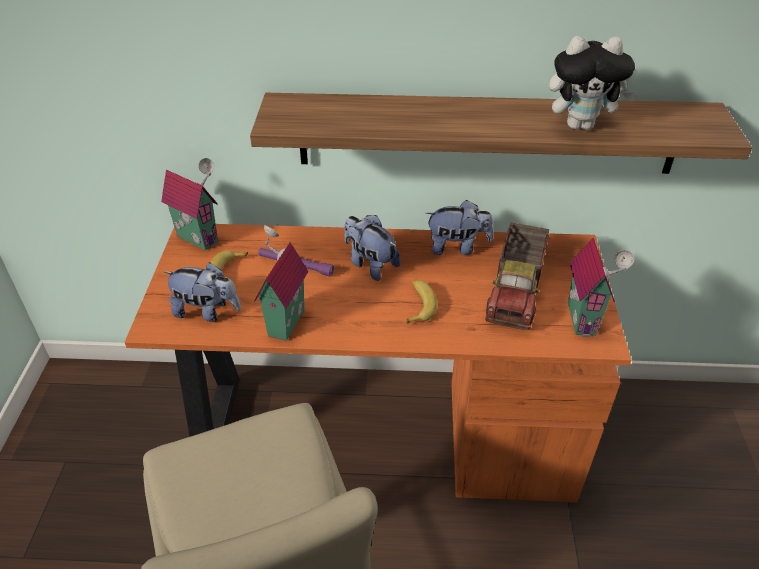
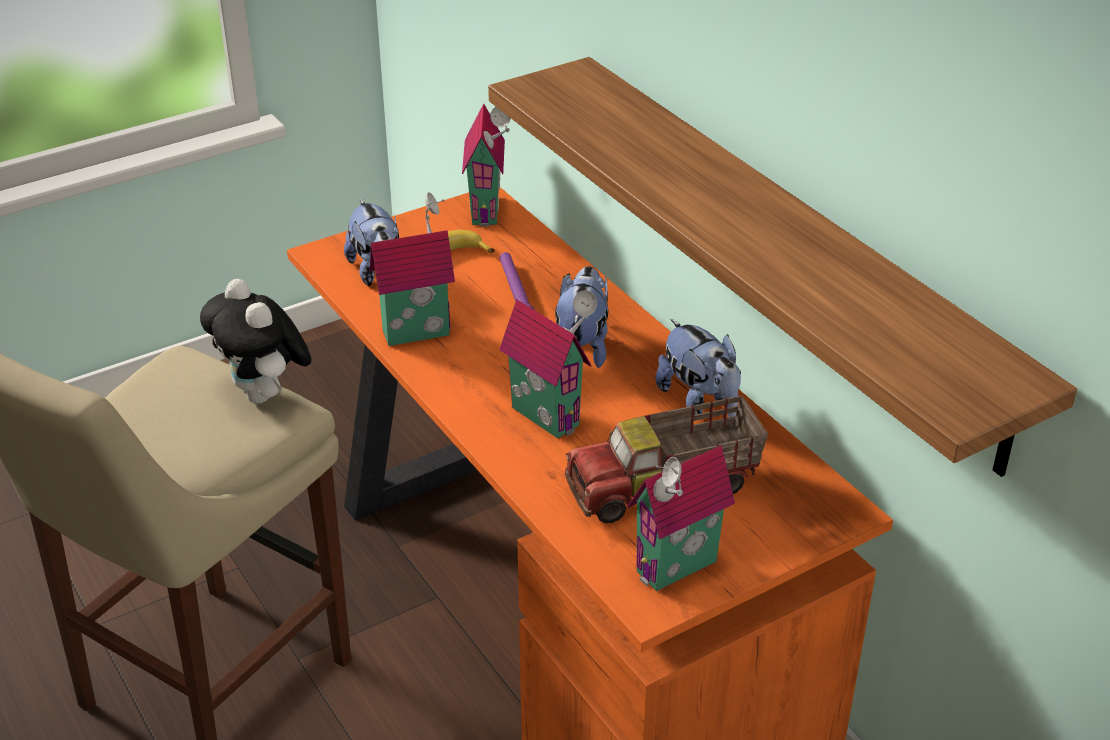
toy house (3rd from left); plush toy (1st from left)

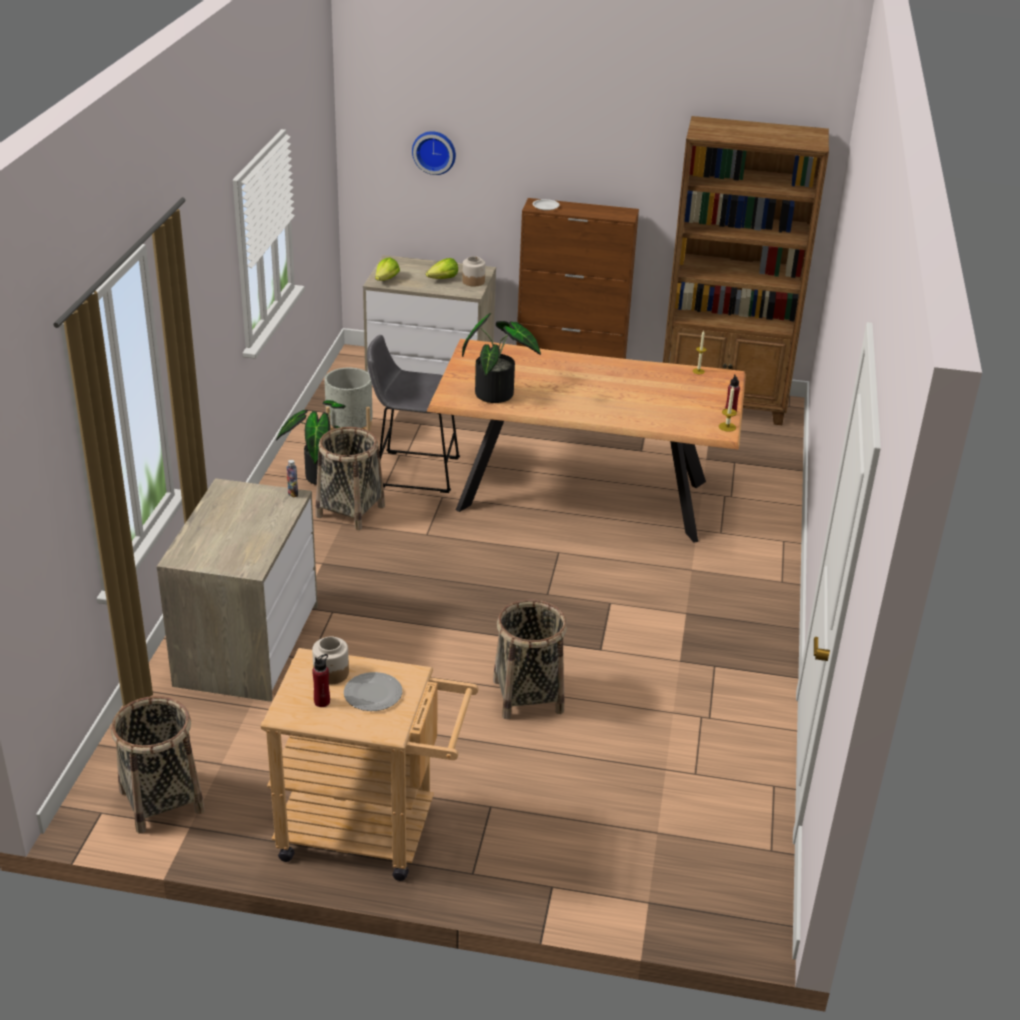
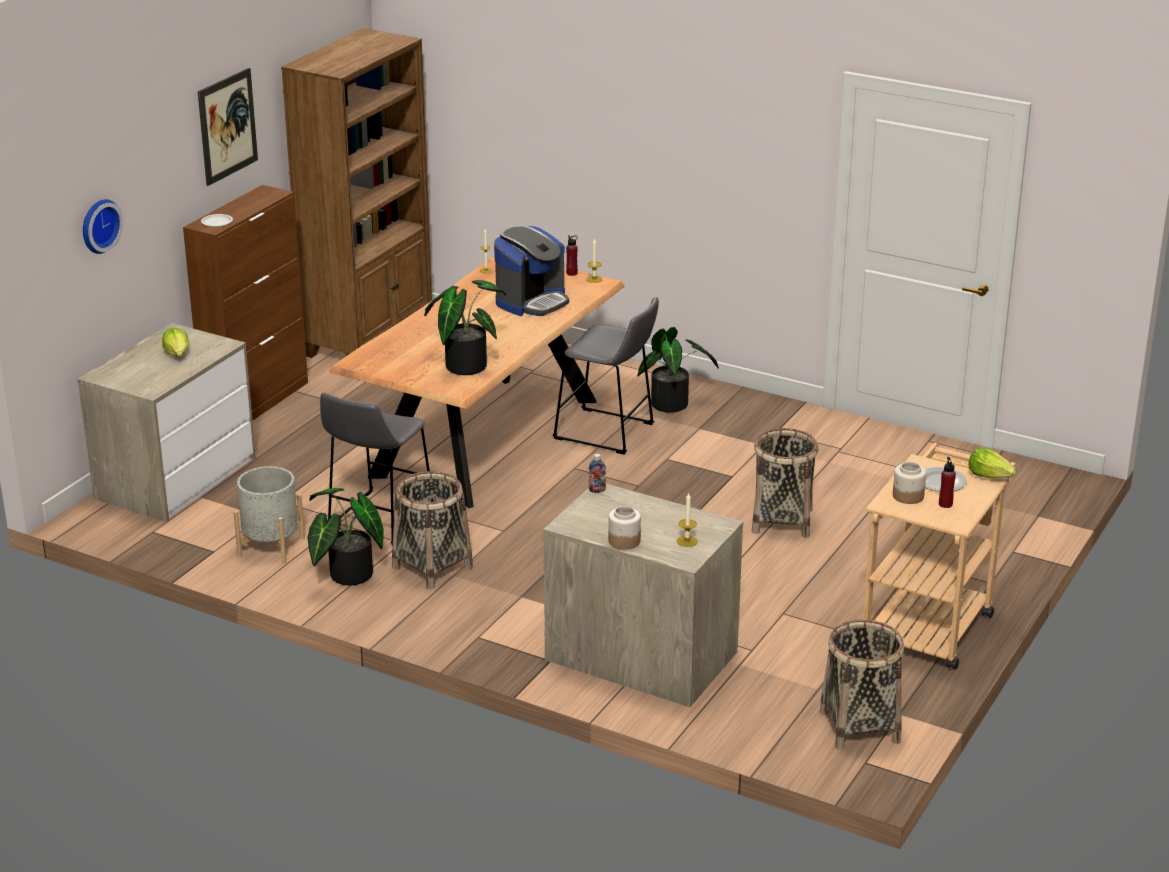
lettuce (2nd from left); jar (1st from left); picture; coffee machine; grey stool (2nd from left); potted plant (3rd from left); candle (3rd from left)

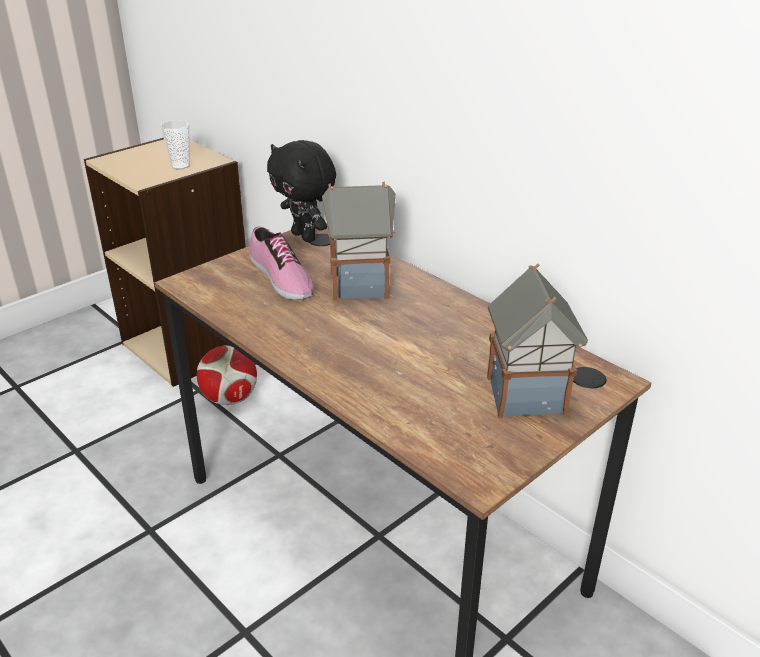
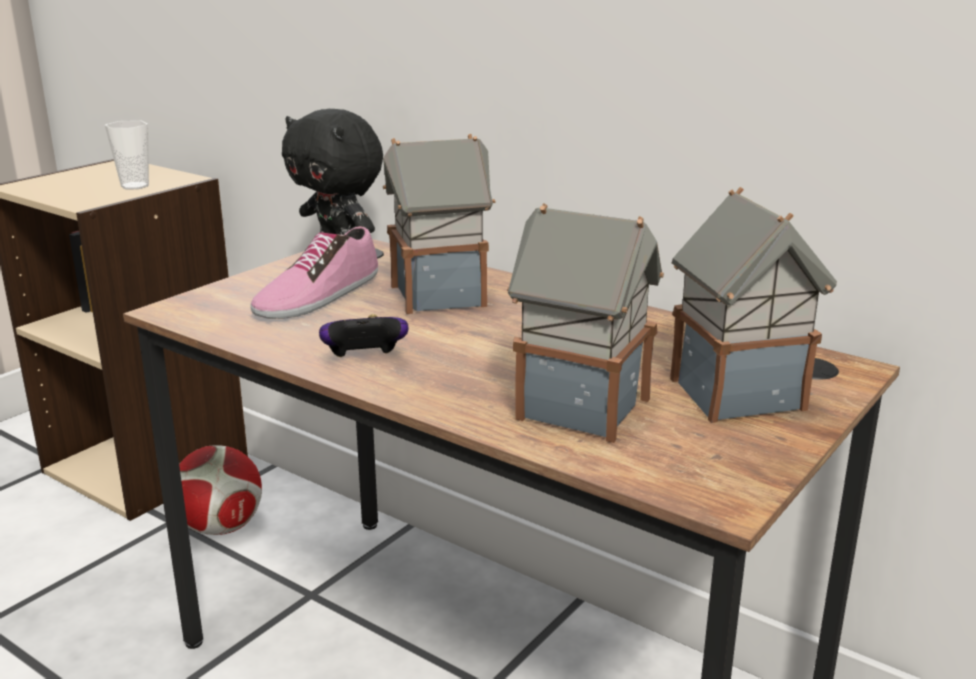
shoe; game controller; toy house (2nd from left)

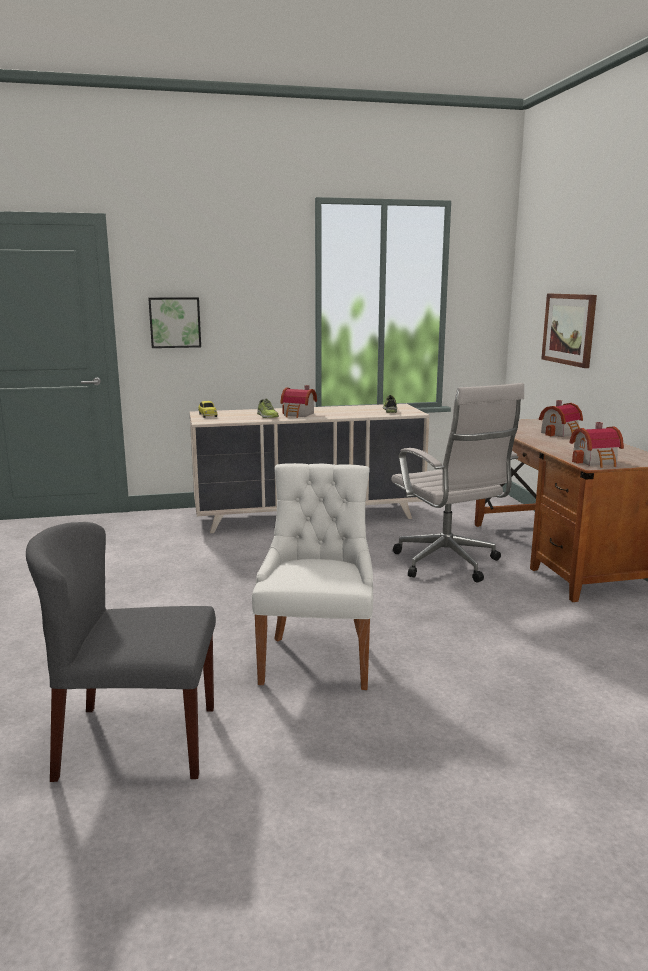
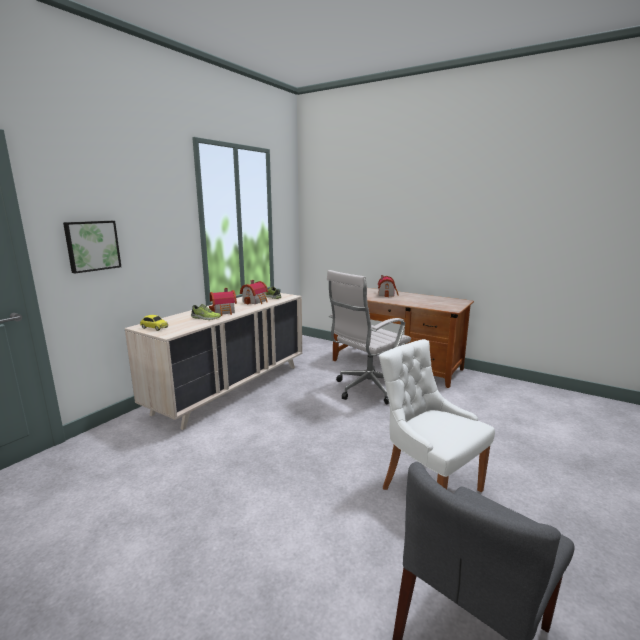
white office chair; picture (2nd from left in the first image); toy house (2nd from left)

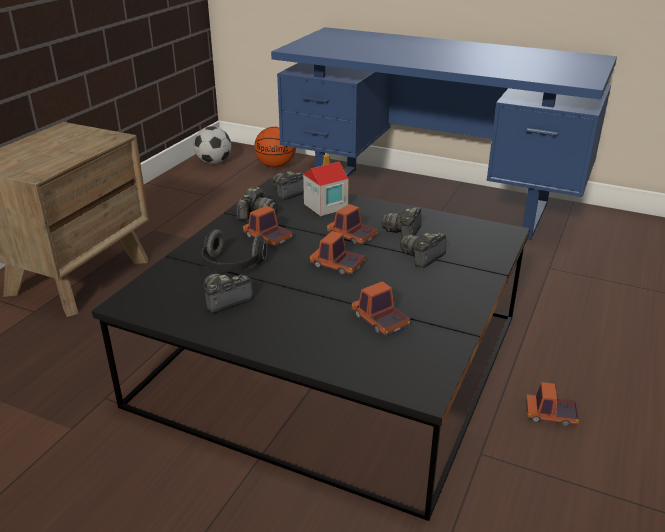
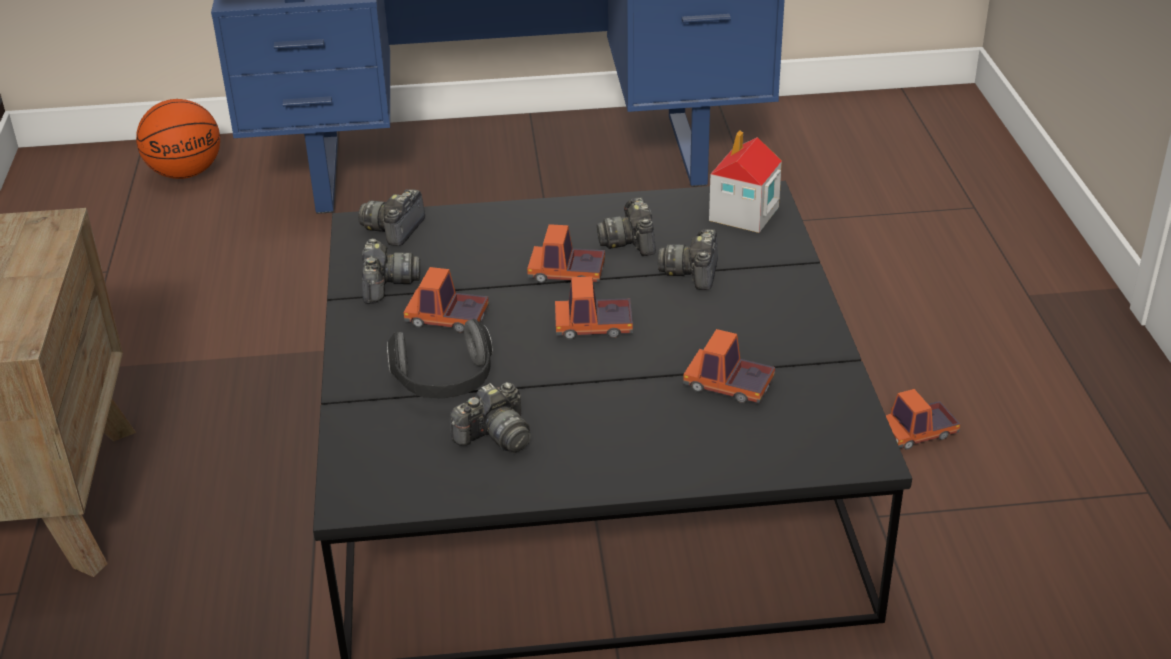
football; photo camera (3rd from left); toy house

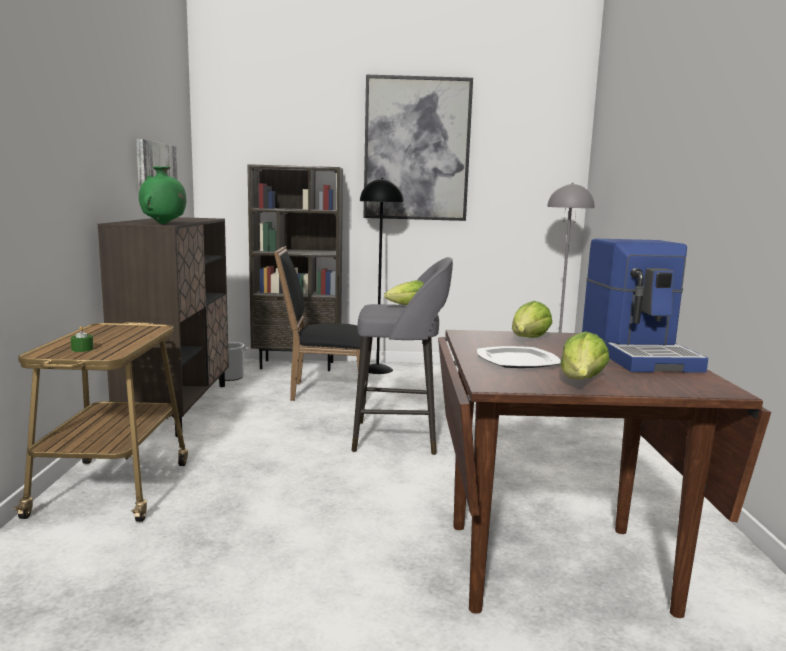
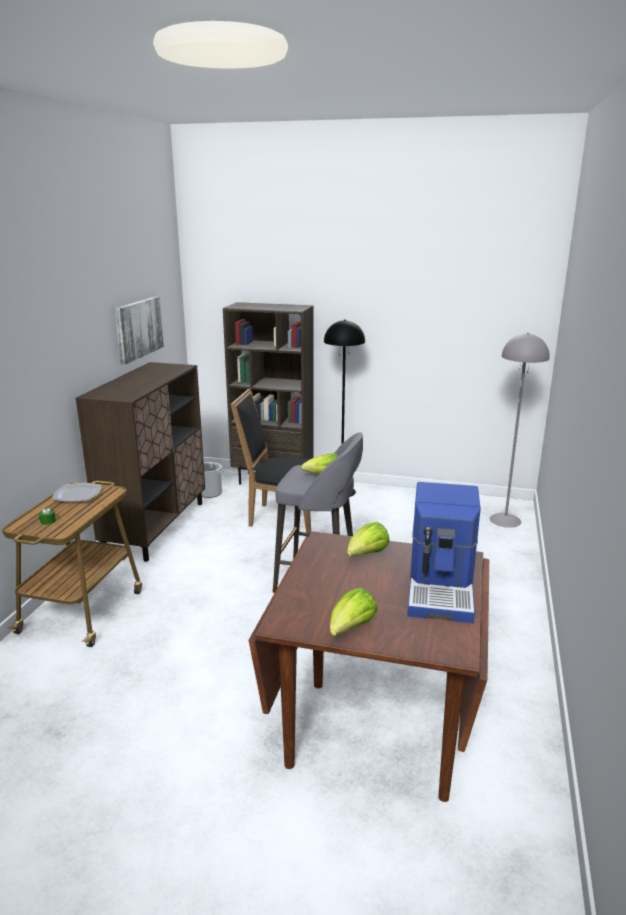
green vase; picture (2nd from left in the first image); plate

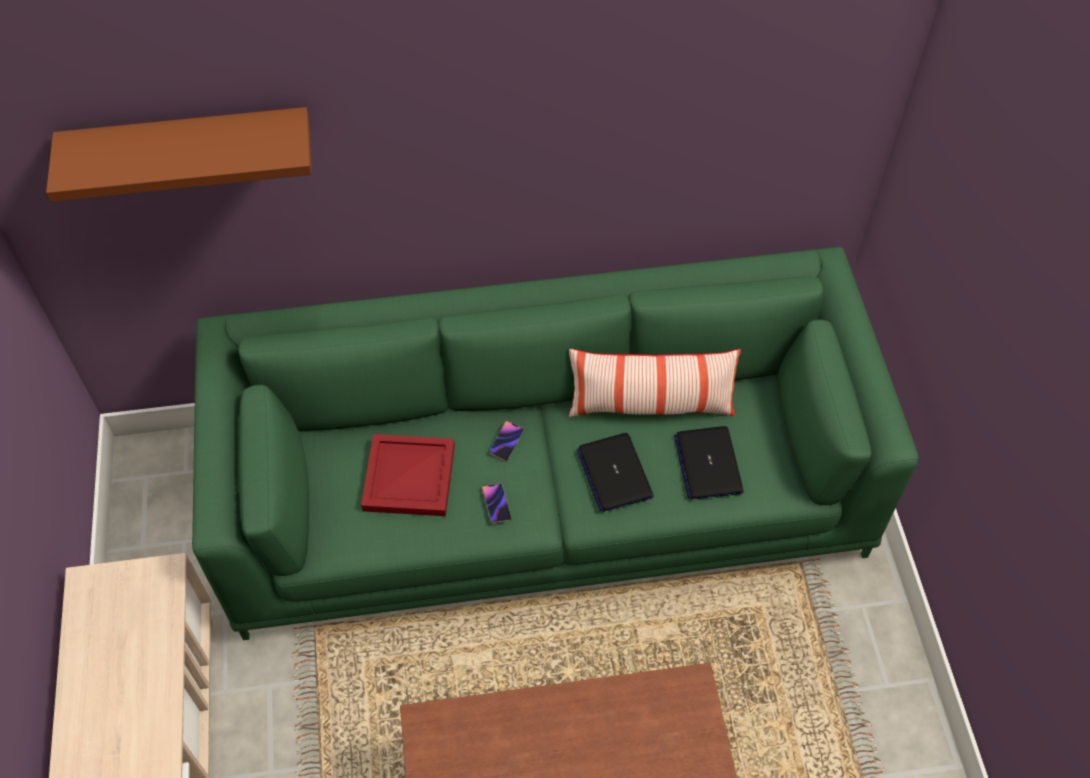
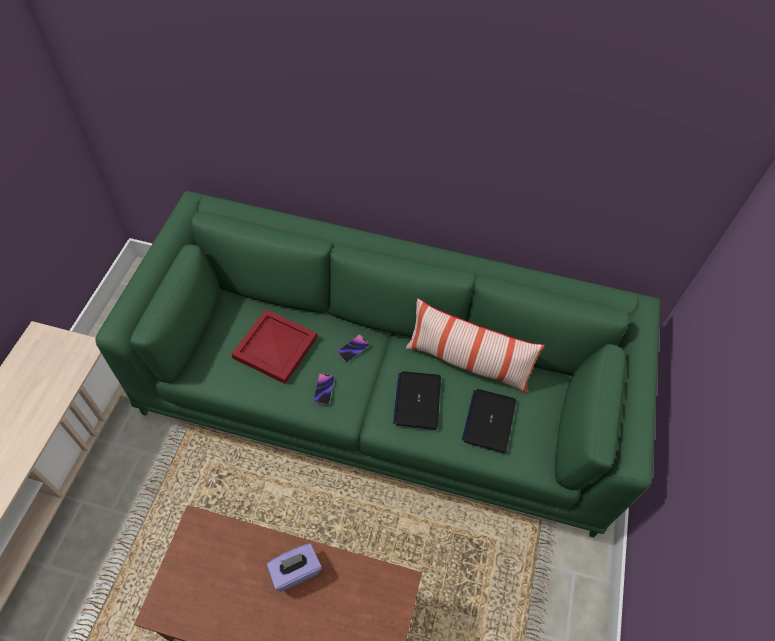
brown shelf; purple tissue box

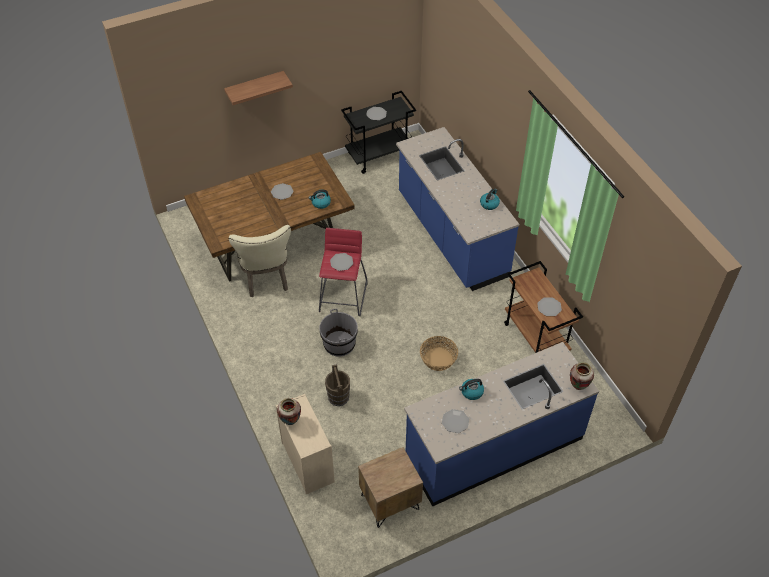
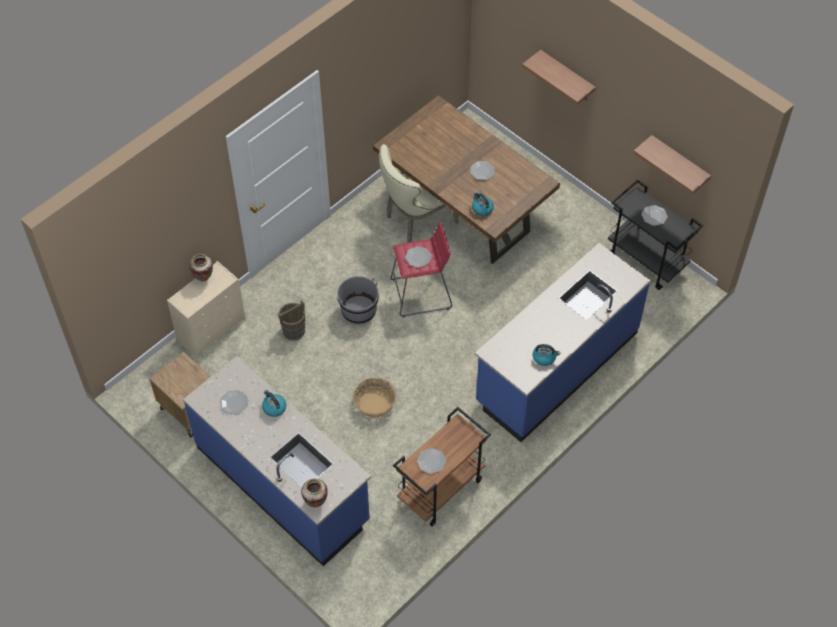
shelf (2nd from left)

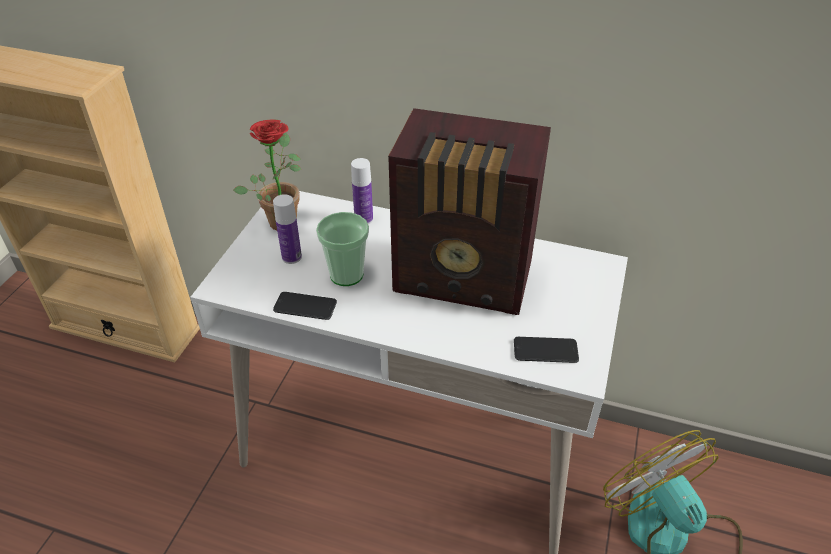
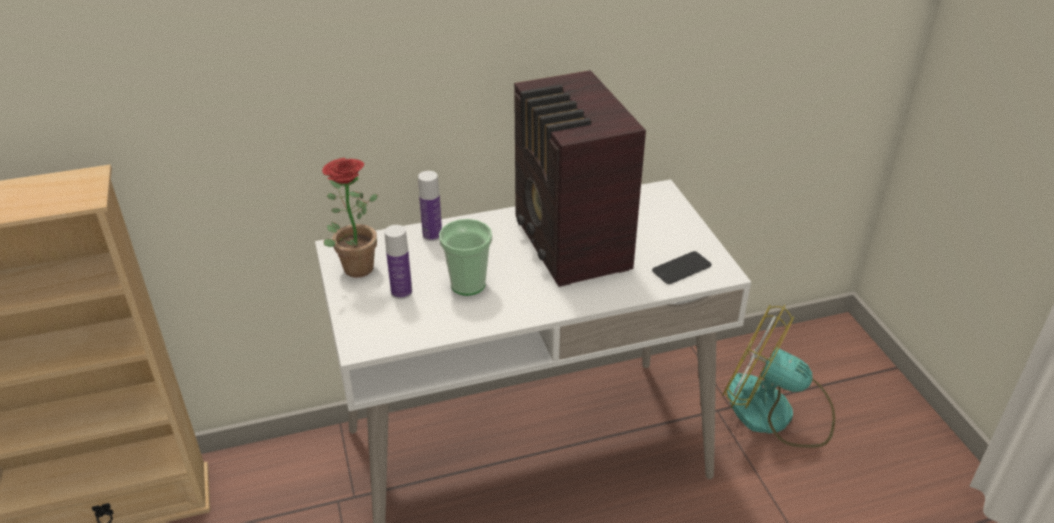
phone (1st from left in the first image); radio

